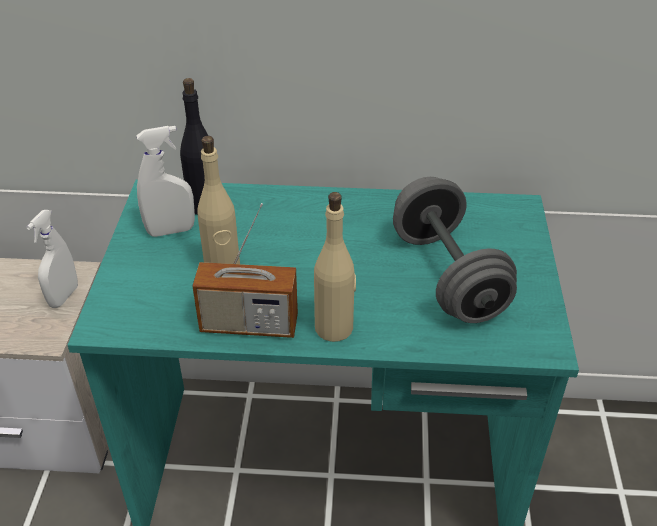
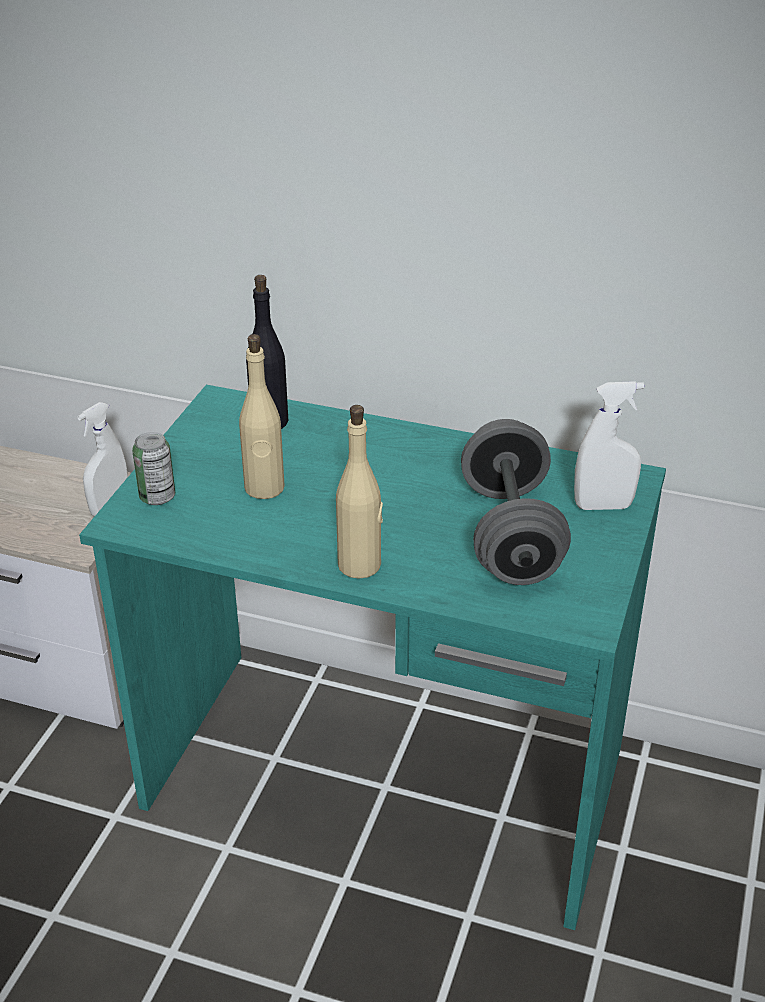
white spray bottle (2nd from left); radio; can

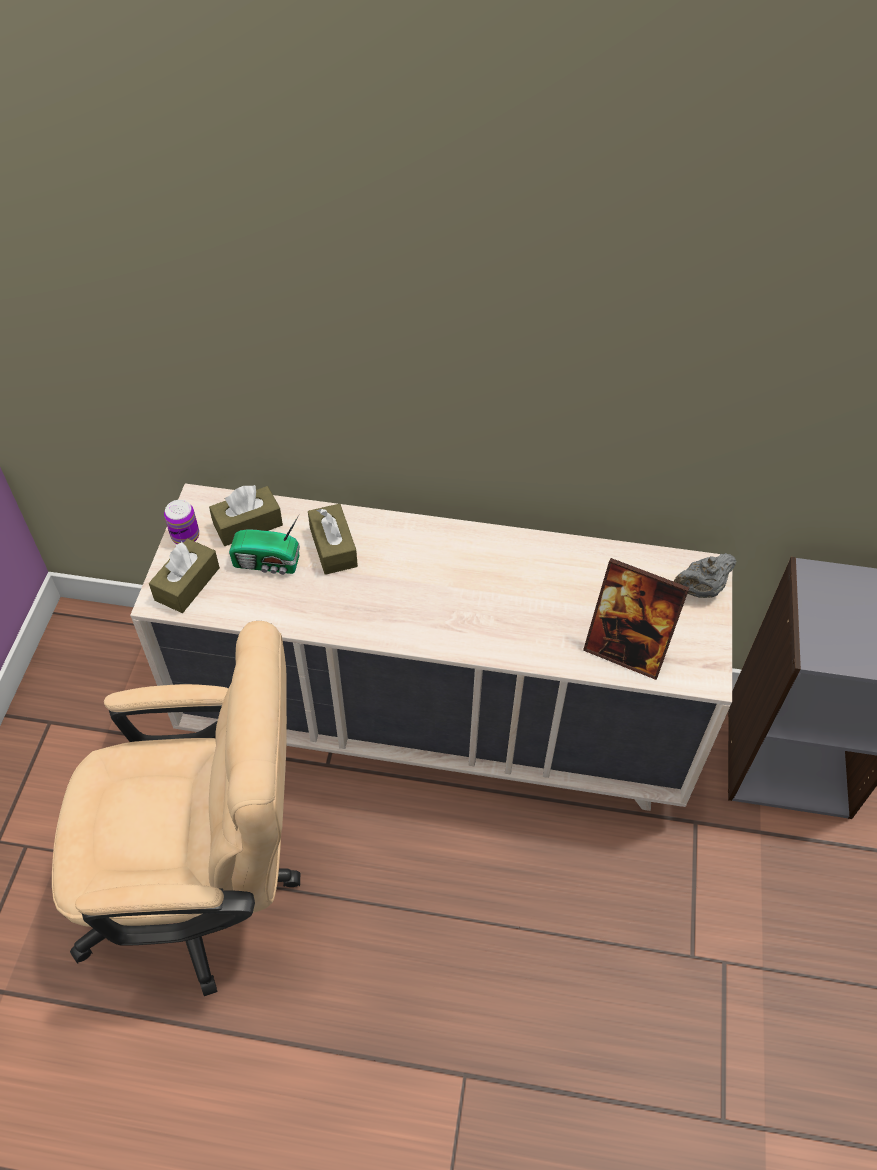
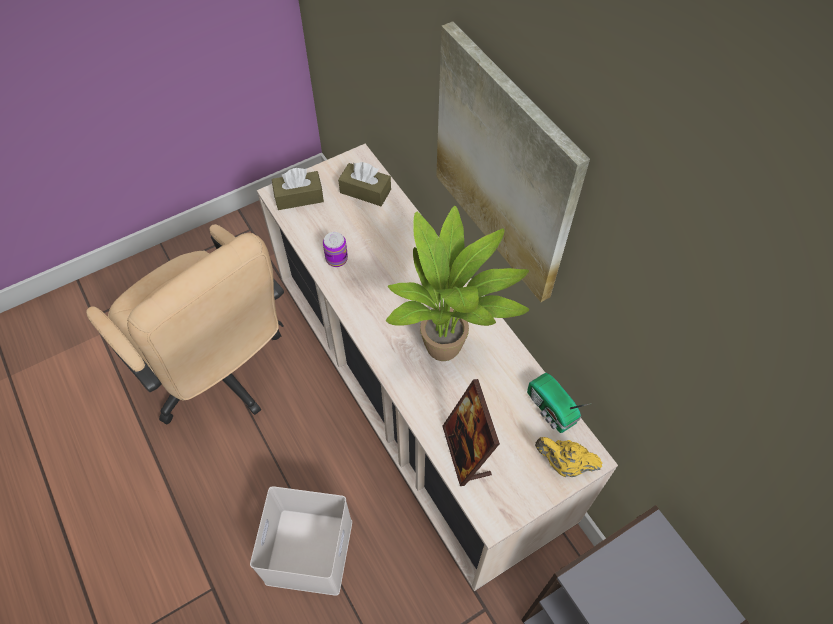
can; radio; brown tissue box (3rd from left in the first image); yellow teapot; white storage box; potted plant; picture

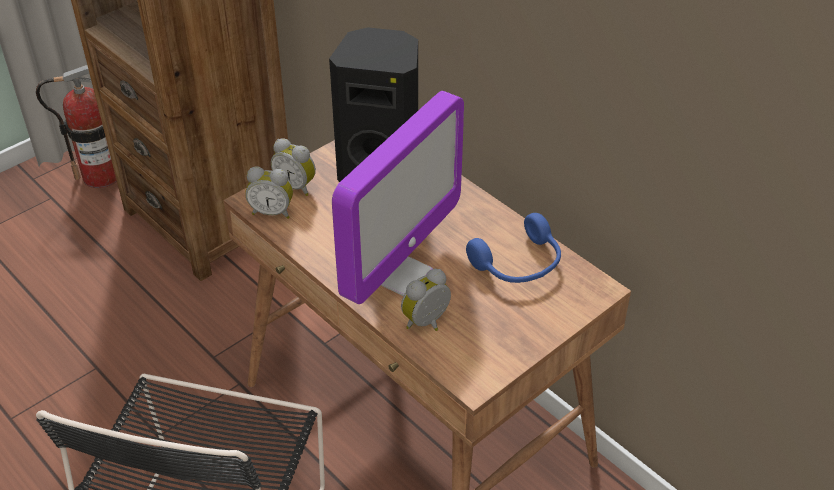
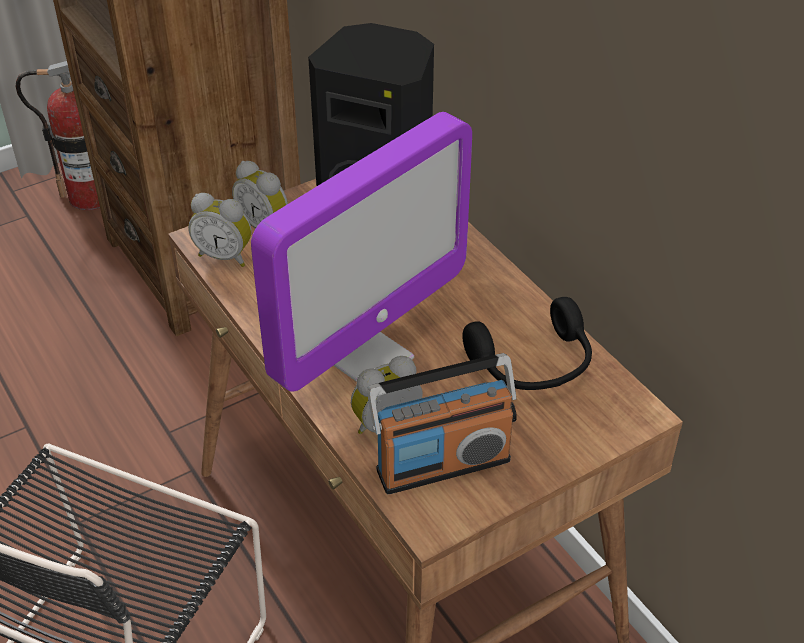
black headphones; radio

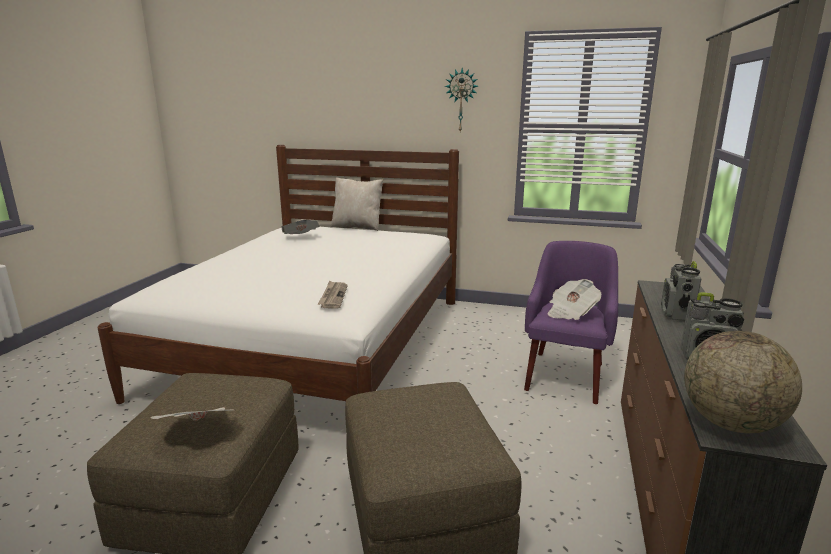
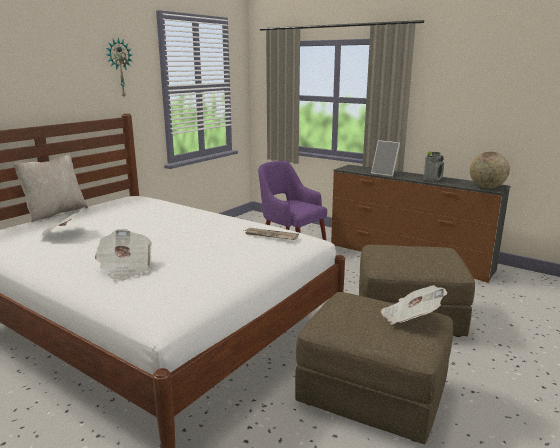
newspaper (2nd from left); picture frame

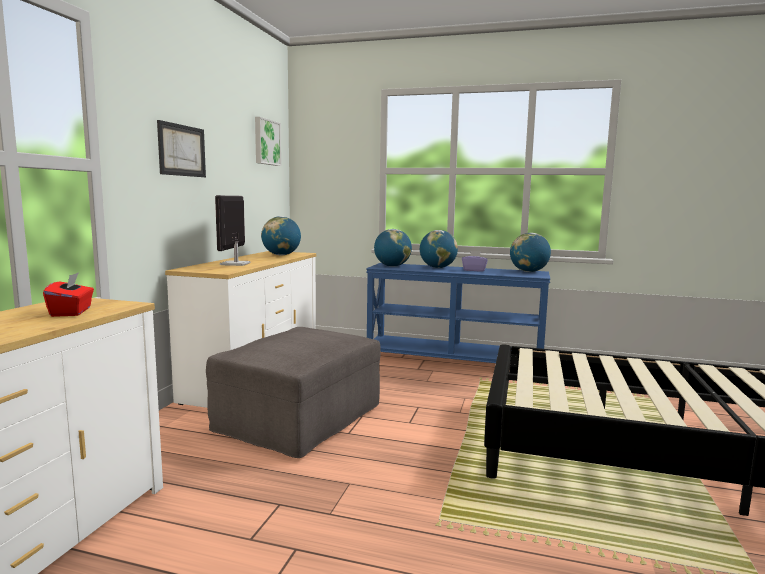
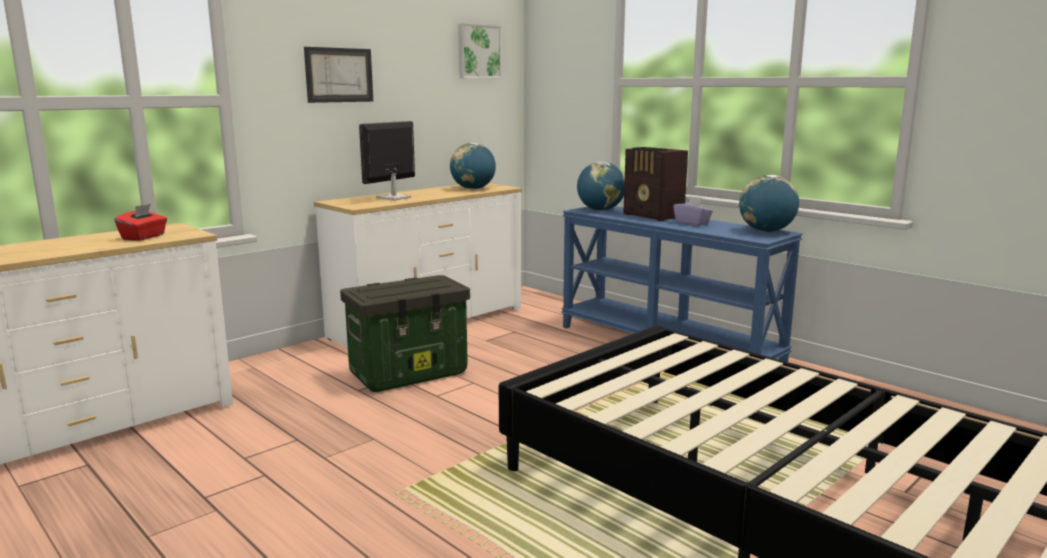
storage box; radio

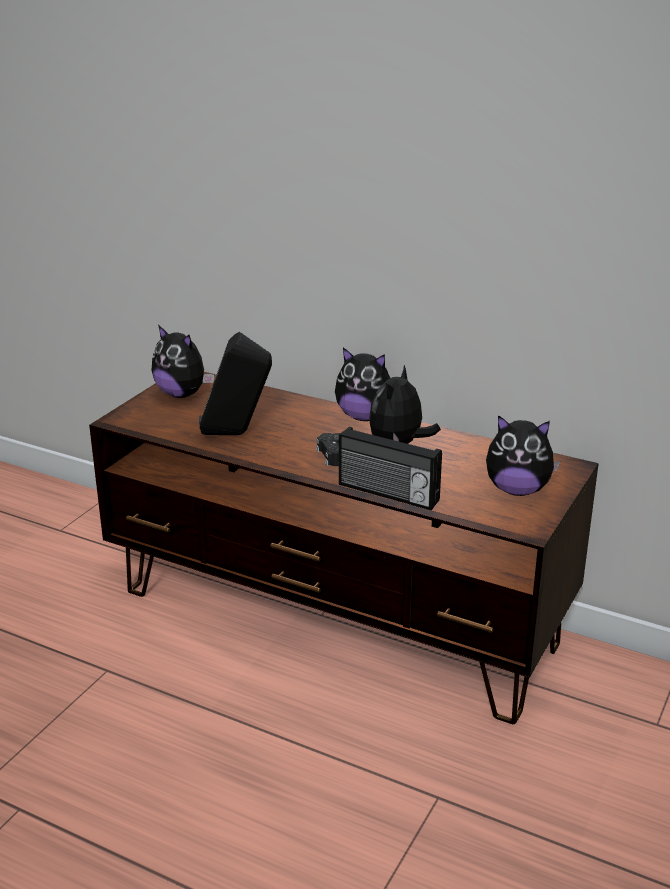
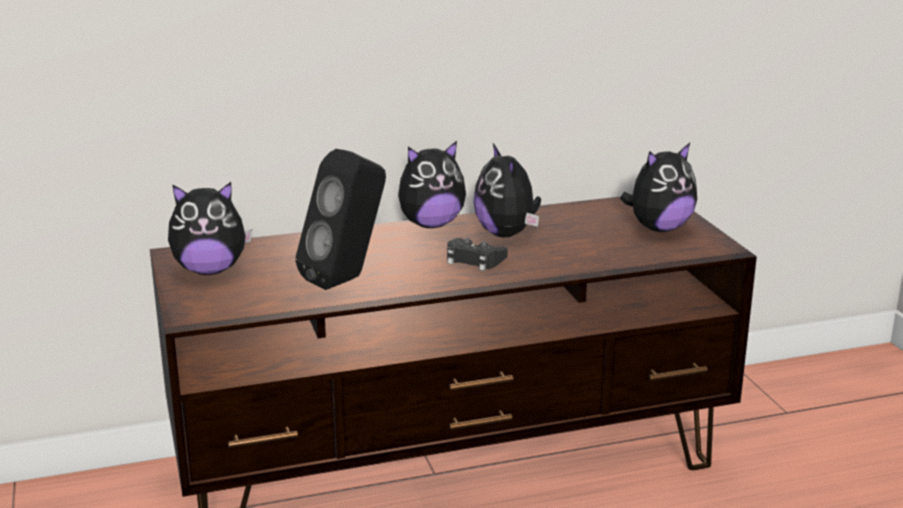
radio

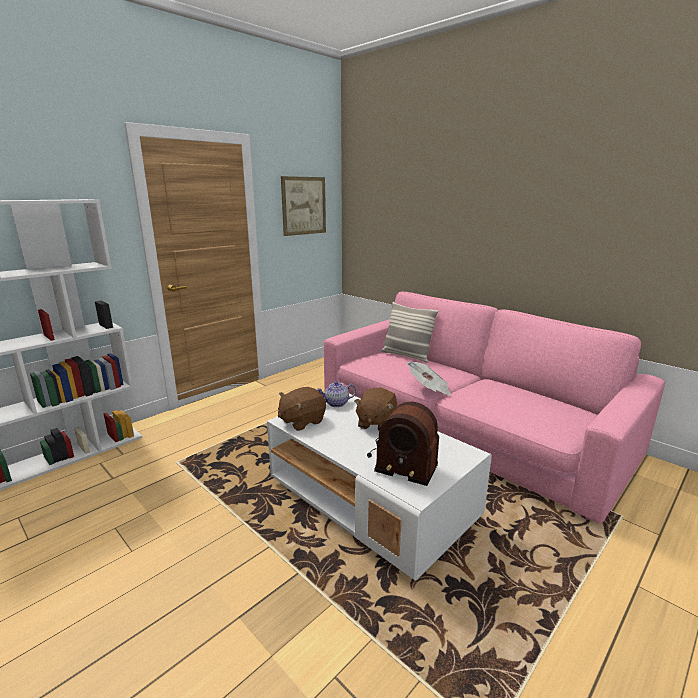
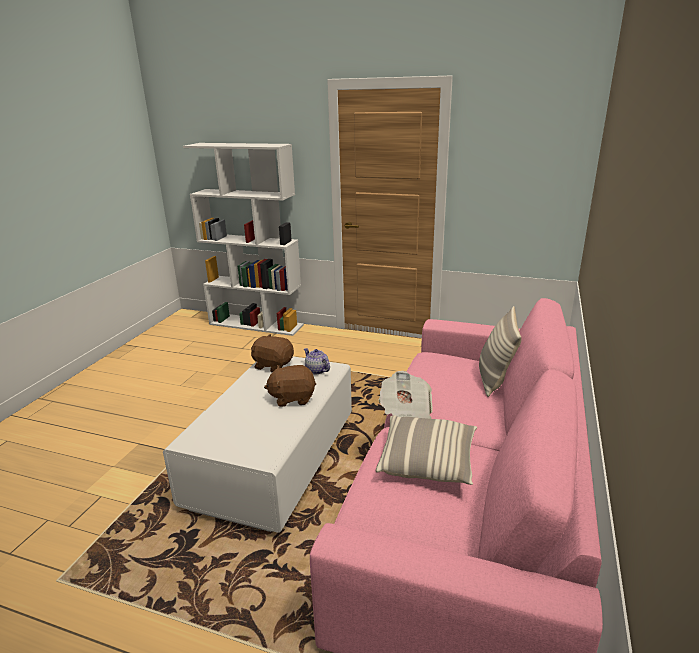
picture; radio; pillow (1st from left)

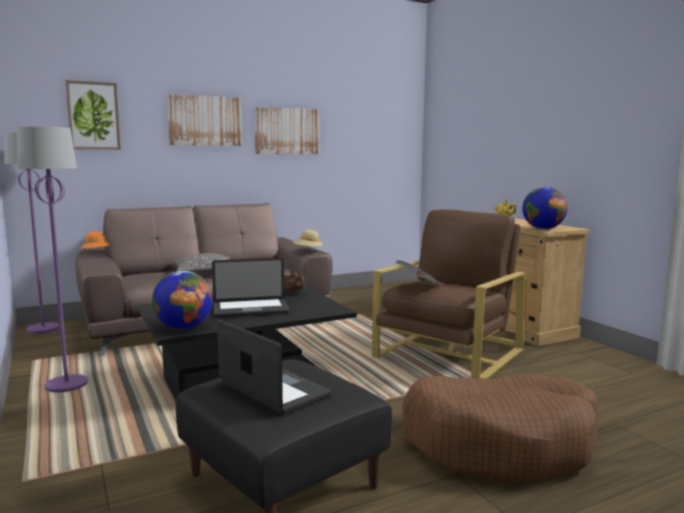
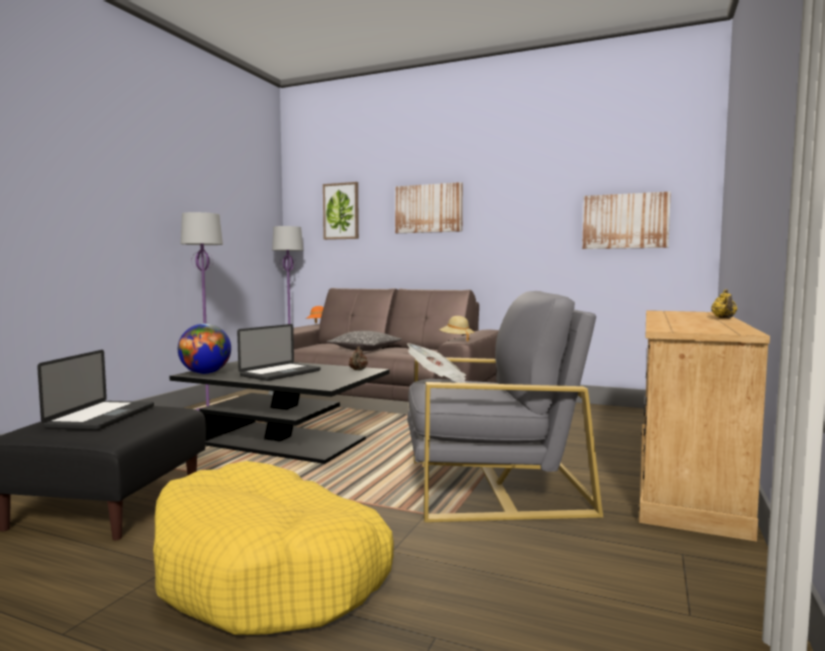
laptop (2nd from left); picture (3rd from left); grey armchair; yellow dog bed; globe (2nd from left in the first image)

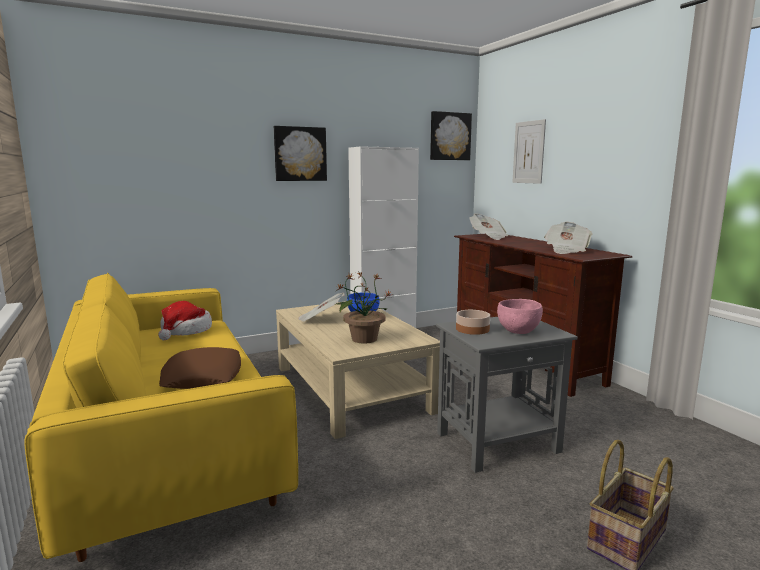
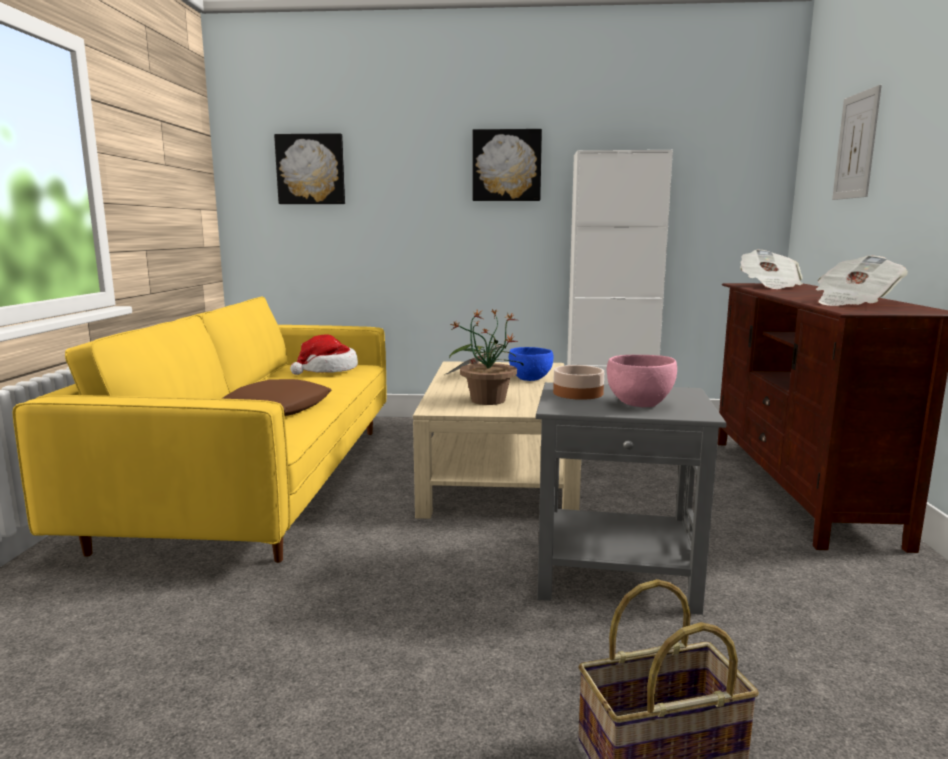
picture (1st from left)

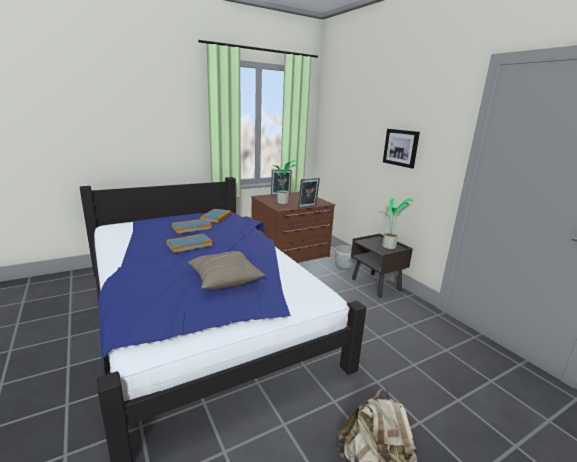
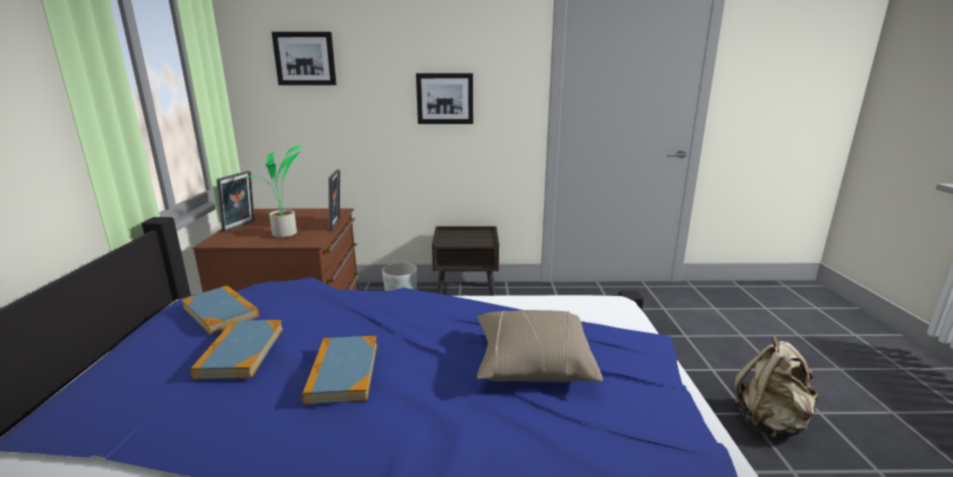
potted plant (2nd from left in the first image); picture (1st from left)

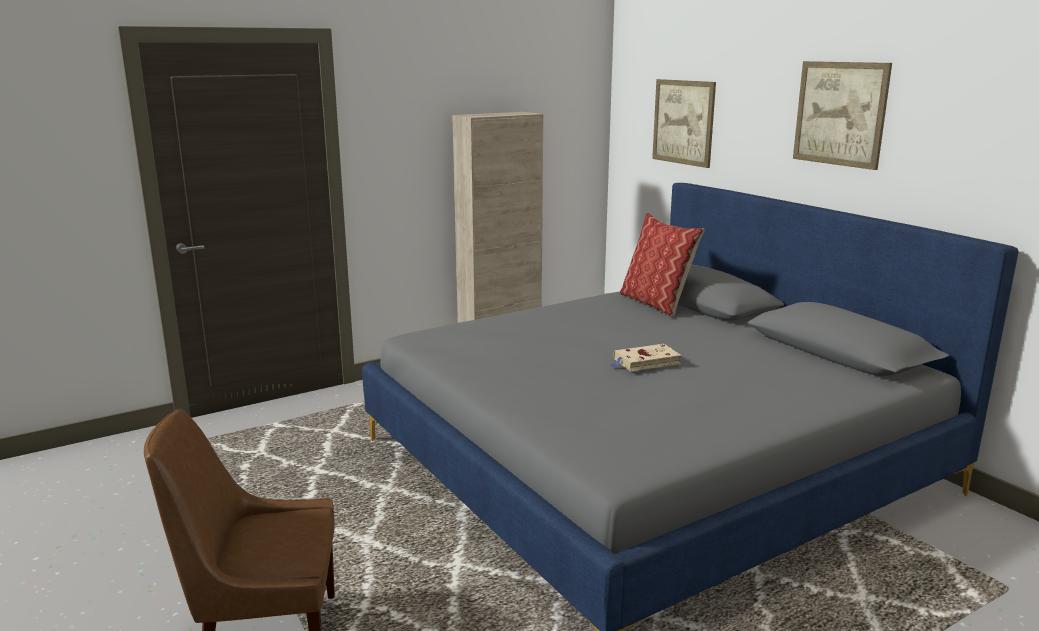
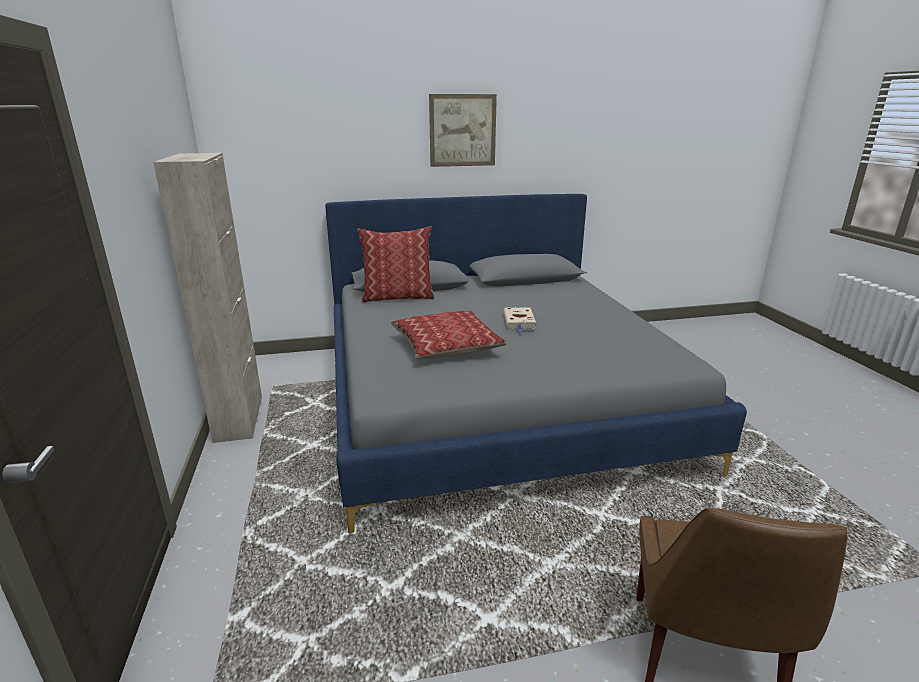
picture (1st from left in the first image); pillow (2nd from left)

